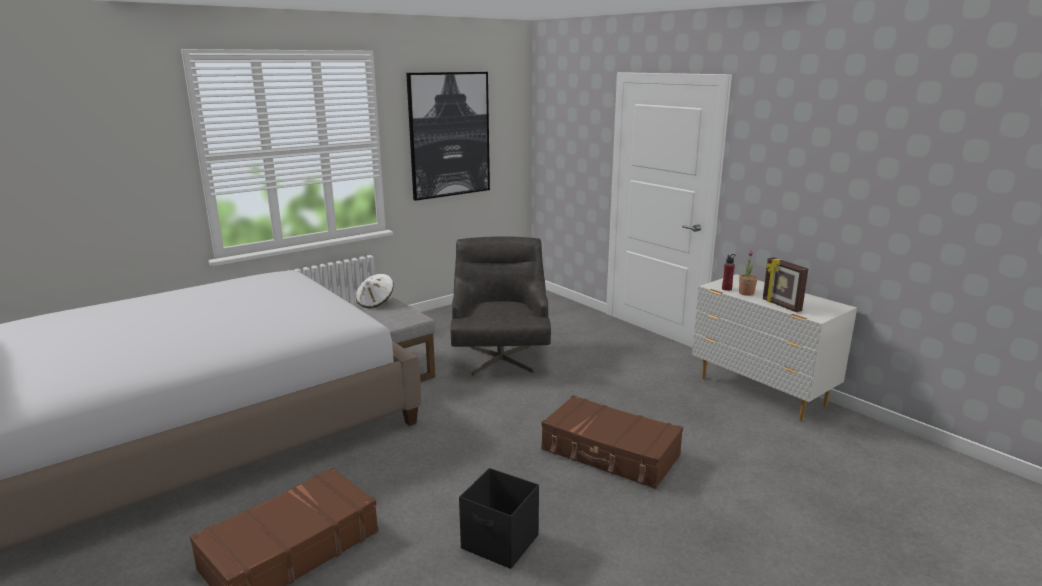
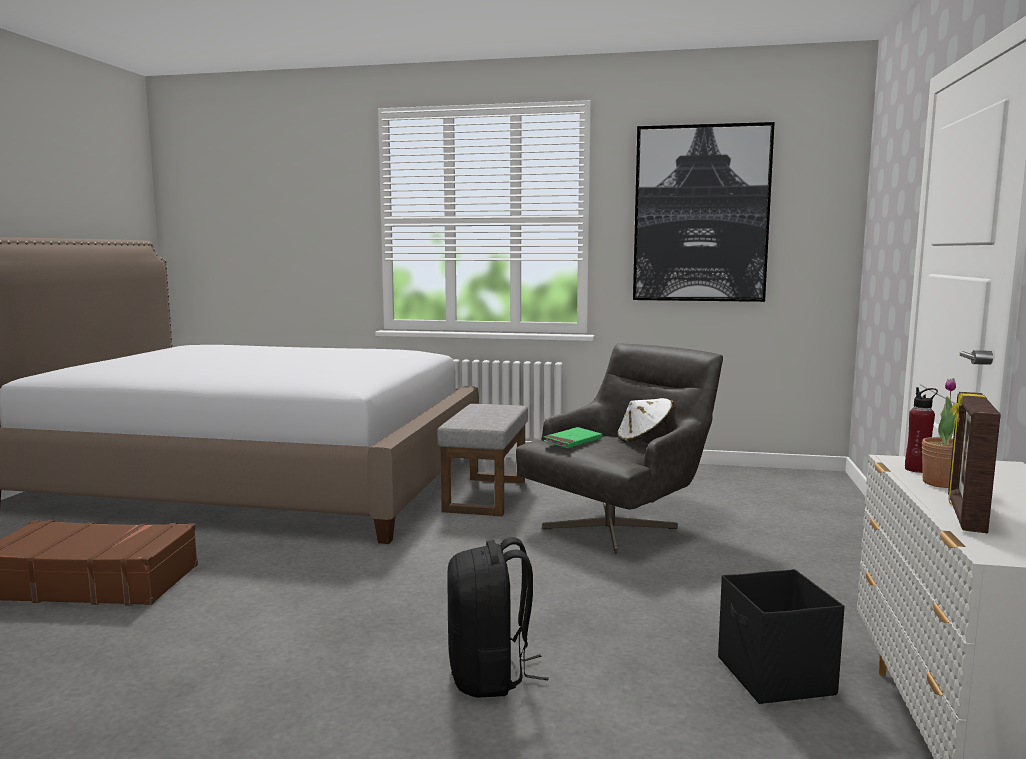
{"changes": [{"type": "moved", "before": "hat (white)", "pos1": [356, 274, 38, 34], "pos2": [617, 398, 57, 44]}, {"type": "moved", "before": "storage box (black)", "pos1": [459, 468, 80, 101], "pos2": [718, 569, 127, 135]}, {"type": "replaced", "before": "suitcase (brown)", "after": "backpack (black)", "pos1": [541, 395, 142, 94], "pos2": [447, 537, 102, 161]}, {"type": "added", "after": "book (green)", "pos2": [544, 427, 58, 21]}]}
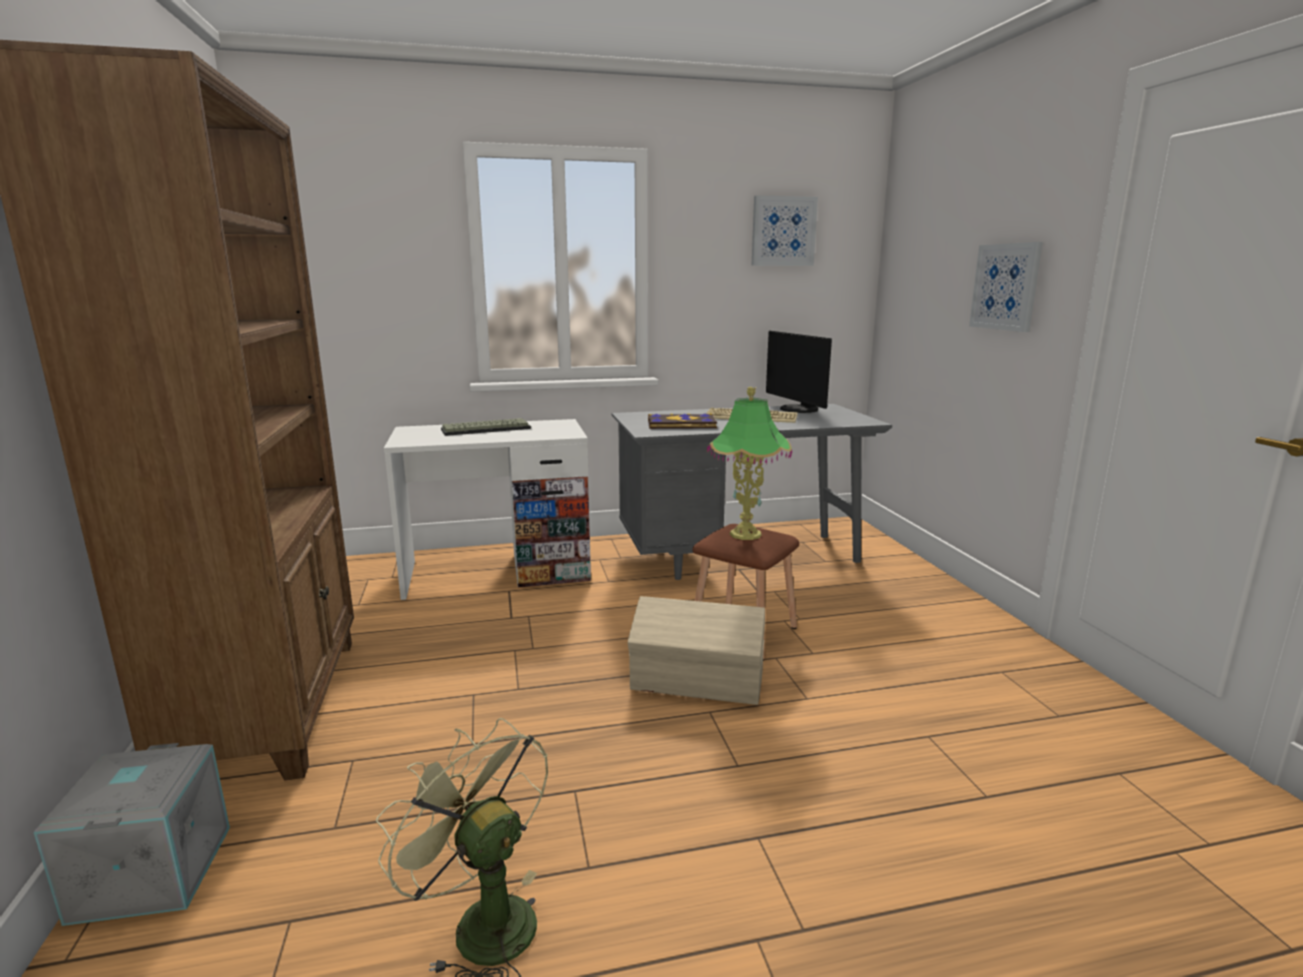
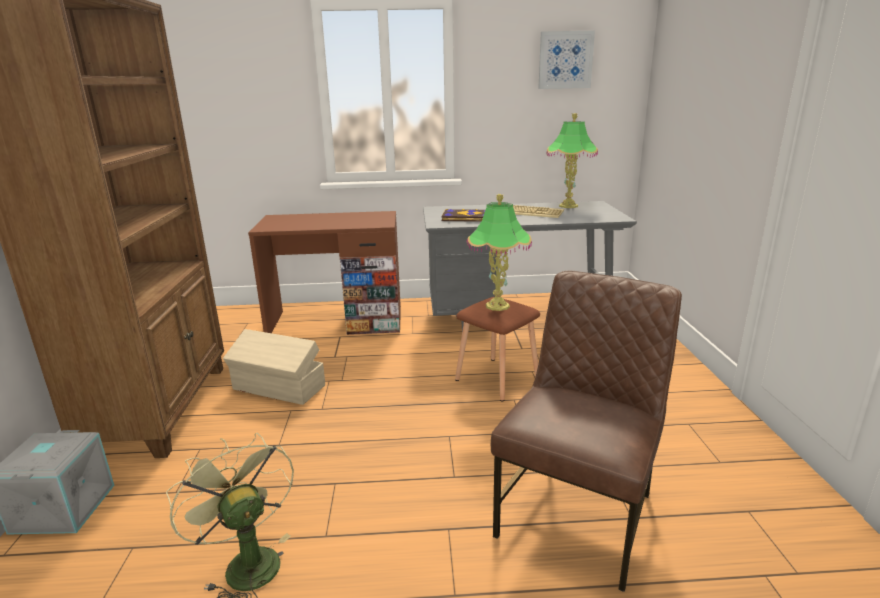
{"changes": [{"type": "recoloured", "before": "desk (white)", "after": "desk (brown)", "pos1": [384, 419, 207, 181], "pos2": [248, 211, 153, 124]}, {"type": "removed", "before": "keyboard", "pos1": [441, 418, 90, 18]}, {"type": "moved", "before": "storage box (beige)", "pos1": [628, 596, 137, 109], "pos2": [223, 329, 102, 76]}, {"type": "replaced", "before": "monitor", "after": "table lamp", "pos1": [766, 331, 66, 82], "pos2": [547, 113, 51, 95]}, {"type": "removed", "before": "picture", "pos1": [969, 242, 74, 90]}, {"type": "added", "after": "chair (brown)", "pos2": [491, 271, 191, 321]}]}
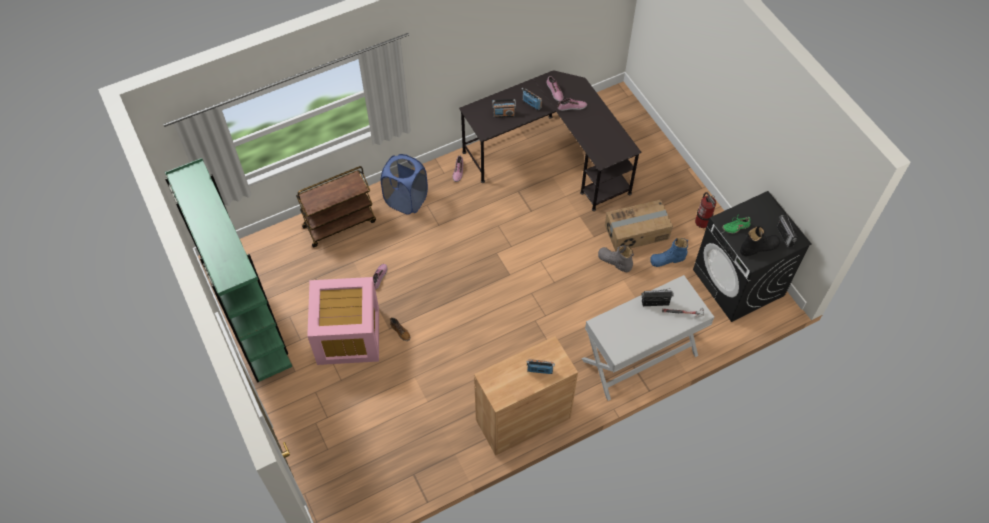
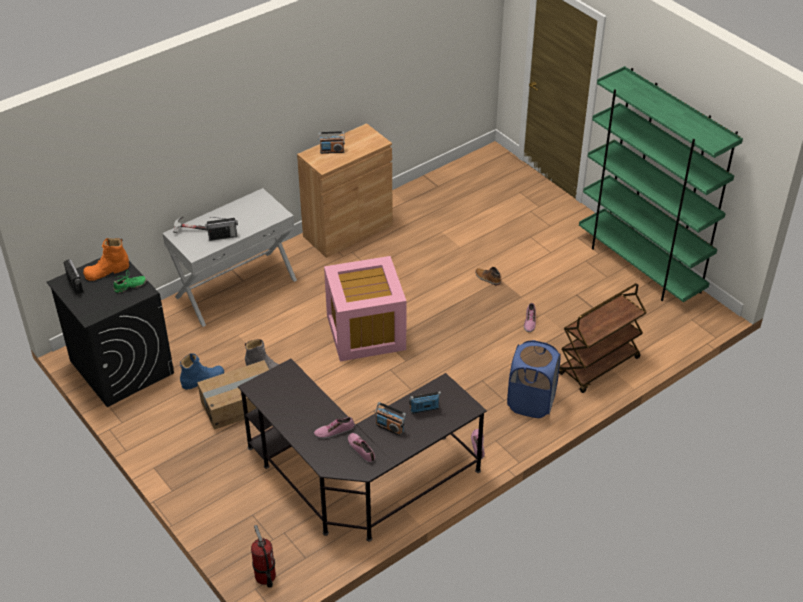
{"changes": [{"type": "moved", "before": "storage box (pink)", "pos1": [307, 277, 72, 88], "pos2": [324, 256, 82, 105]}, {"type": "moved", "before": "fire extinguisher", "pos1": [695, 192, 21, 36], "pos2": [251, 525, 25, 63]}, {"type": "recoloured", "before": "boot (black)", "after": "boot (orange)", "pos1": [740, 226, 40, 30], "pos2": [83, 238, 46, 43]}]}
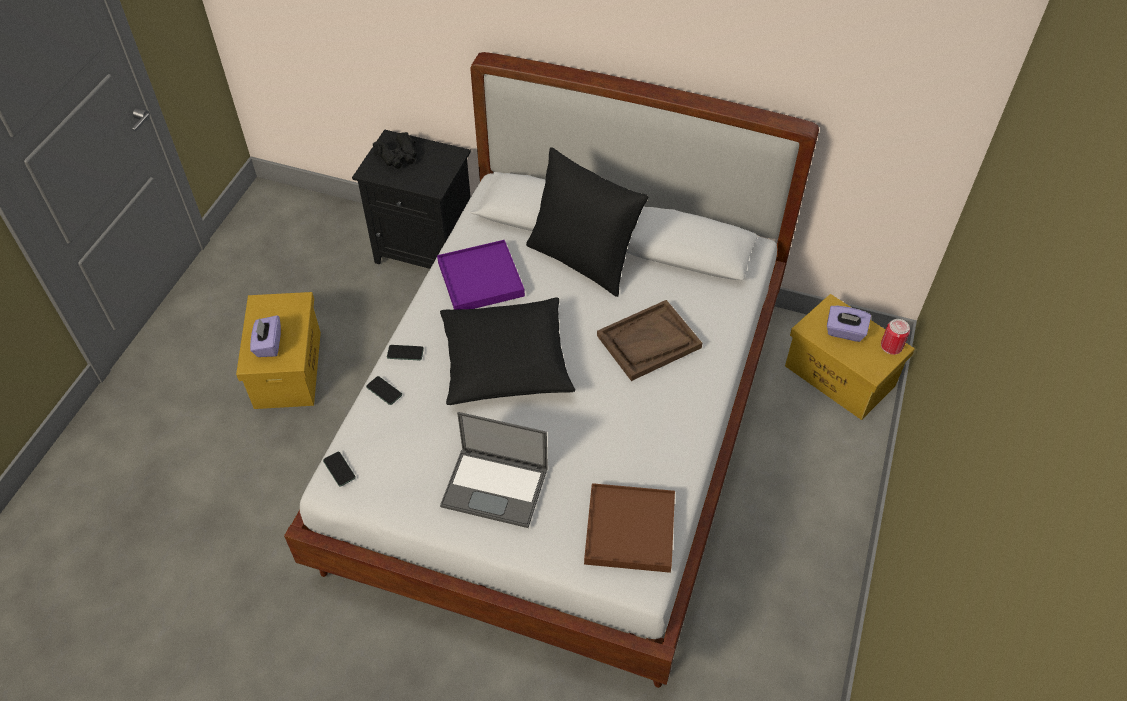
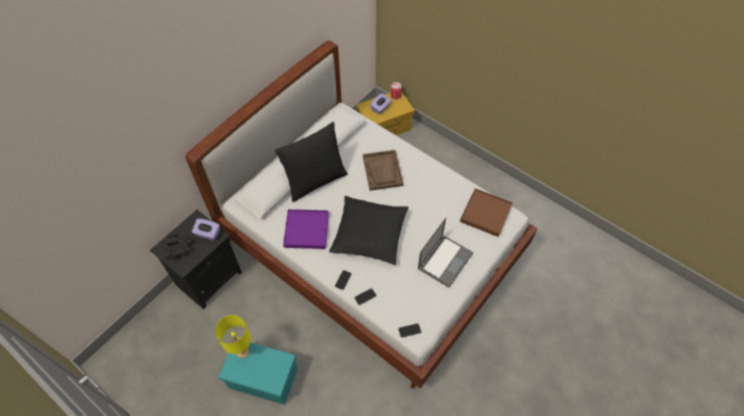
{"changes": [{"type": "recoloured", "before": "storage box (yellow)", "after": "storage box (turquoise)", "pos1": [236, 292, 85, 117], "pos2": [218, 342, 79, 63]}, {"type": "moved", "before": "tissue box (purple)", "pos1": [250, 315, 31, 42], "pos2": [192, 218, 28, 23]}, {"type": "added", "after": "table lamp (yellow)", "pos2": [215, 315, 36, 43]}]}
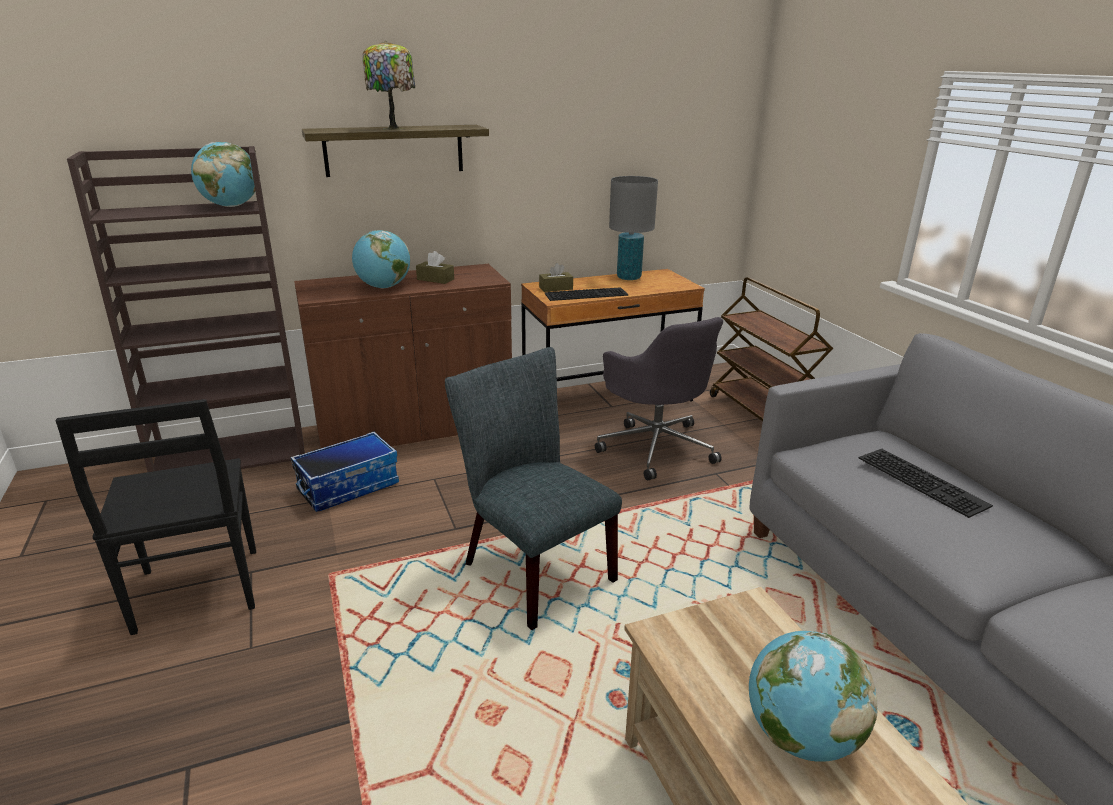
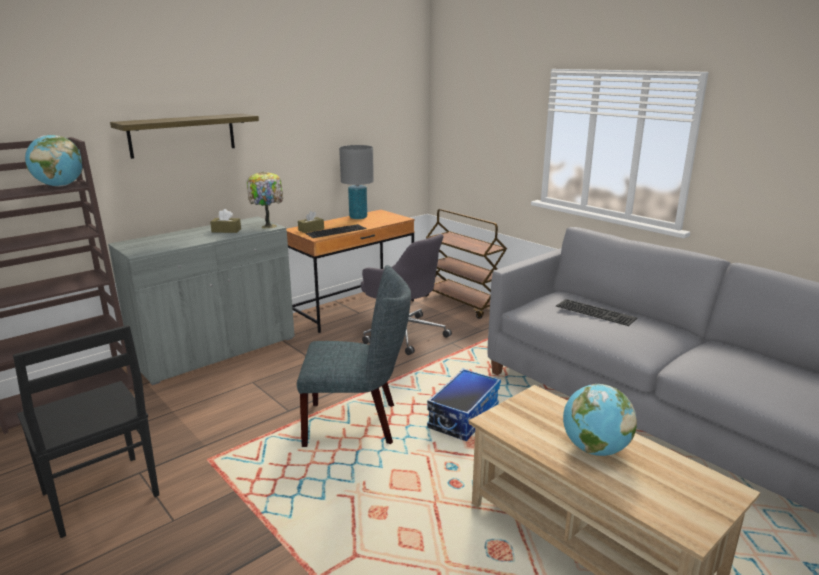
{"changes": [{"type": "moved", "before": "storage box", "pos1": [290, 431, 109, 81], "pos2": [427, 369, 74, 72]}, {"type": "recoloured", "before": "cabinet (brown)", "after": "cabinet (grey)", "pos1": [294, 264, 218, 184], "pos2": [108, 216, 187, 169]}, {"type": "removed", "before": "globe", "pos1": [352, 230, 58, 58]}, {"type": "moved", "before": "table lamp", "pos1": [362, 41, 53, 89], "pos2": [247, 172, 36, 56]}, {"type": "turned", "before": "chair (grey)", "pos1": [445, 347, 177, 283], "pos2": [297, 265, 114, 182], "turn": 150}]}
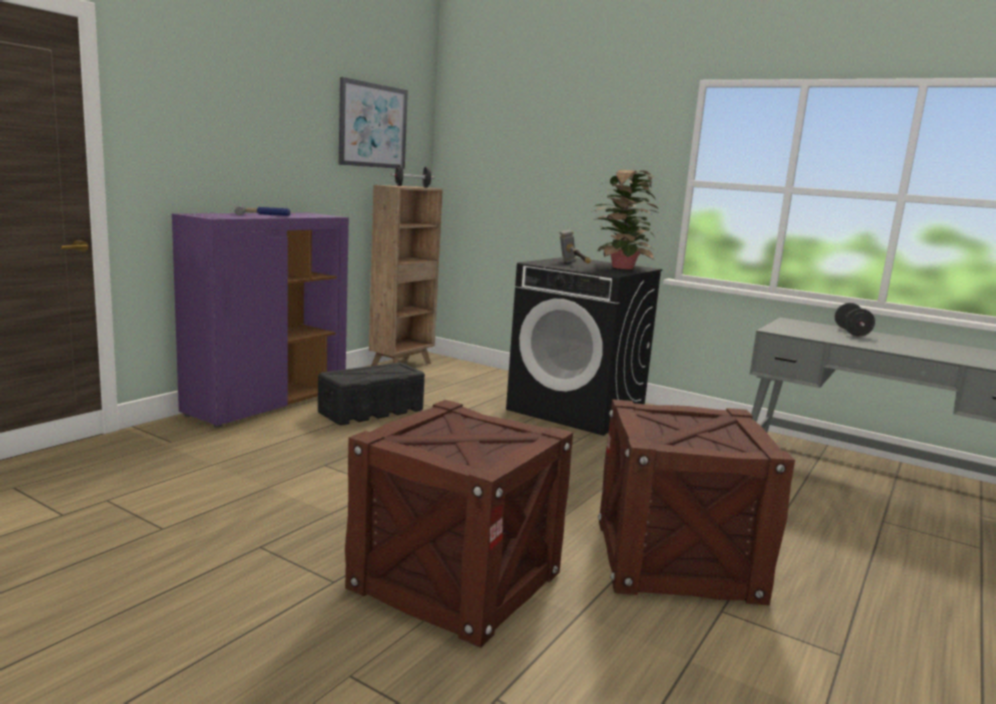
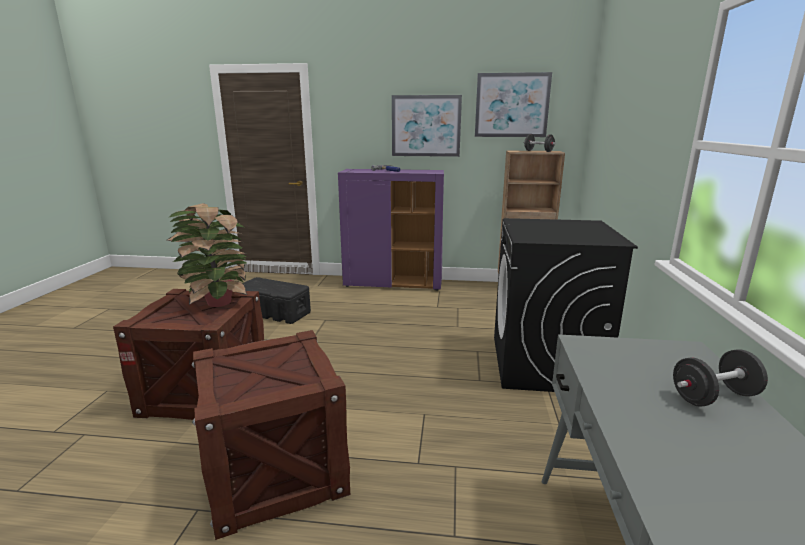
{"changes": [{"type": "moved", "before": "storage box (black)", "pos1": [318, 363, 107, 62], "pos2": [242, 277, 69, 47]}, {"type": "removed", "before": "hammer", "pos1": [559, 229, 32, 35]}, {"type": "moved", "before": "potted plant", "pos1": [594, 170, 65, 99], "pos2": [167, 203, 80, 104]}, {"type": "added", "after": "picture", "pos2": [392, 95, 70, 62]}]}
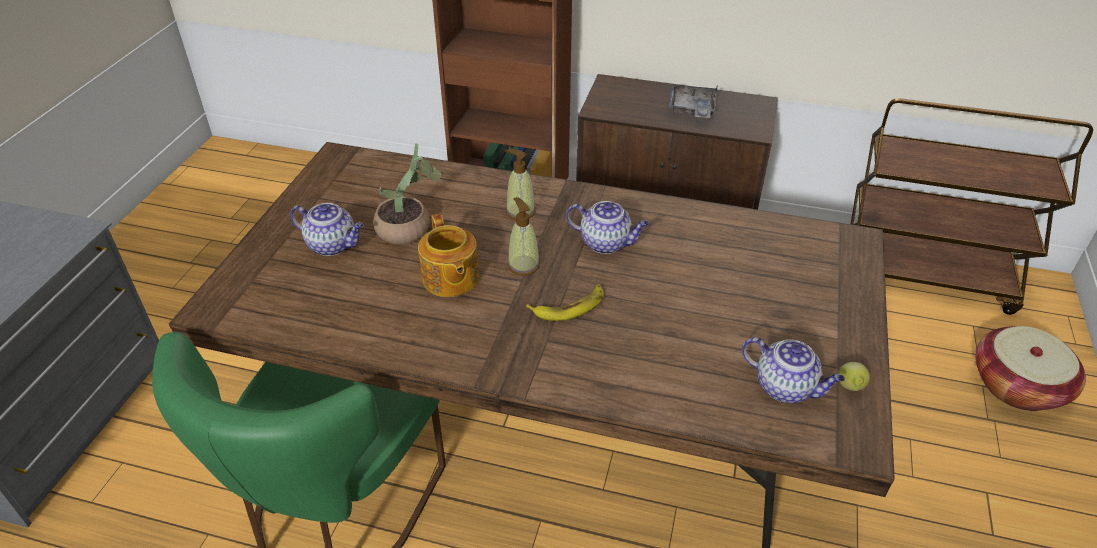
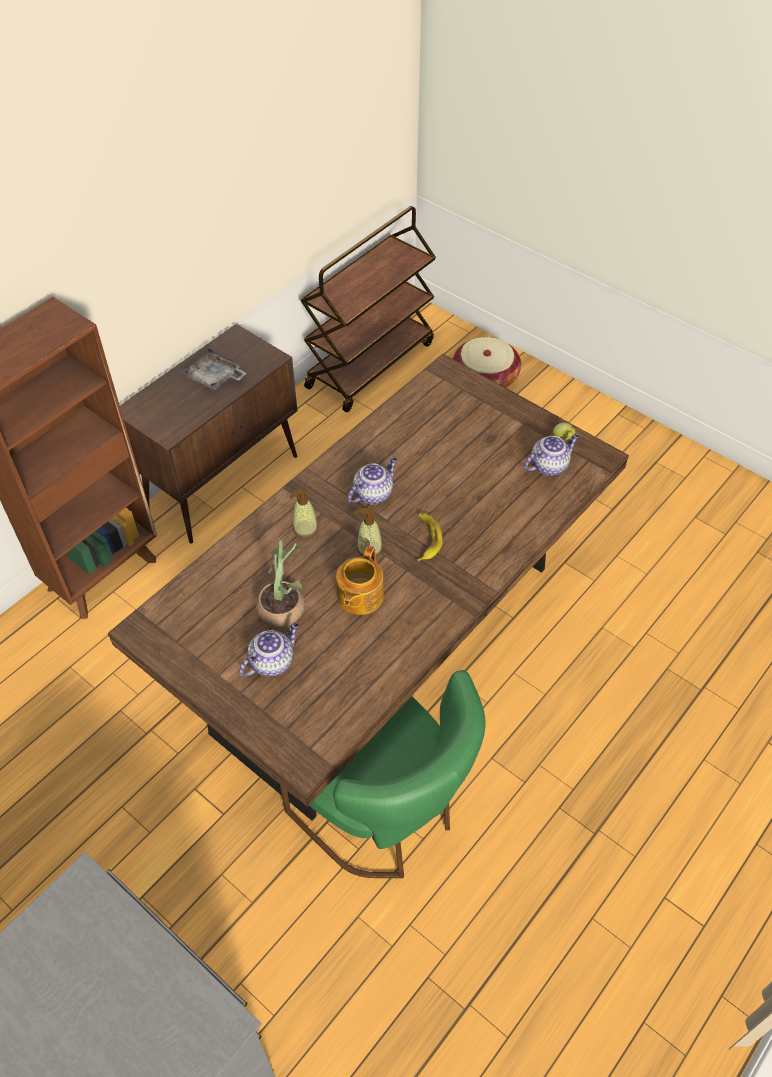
{"changes": [{"type": "turned", "before": "teapot", "pos1": [418, 214, 62, 83], "pos2": [336, 546, 48, 69], "turn": 105}]}
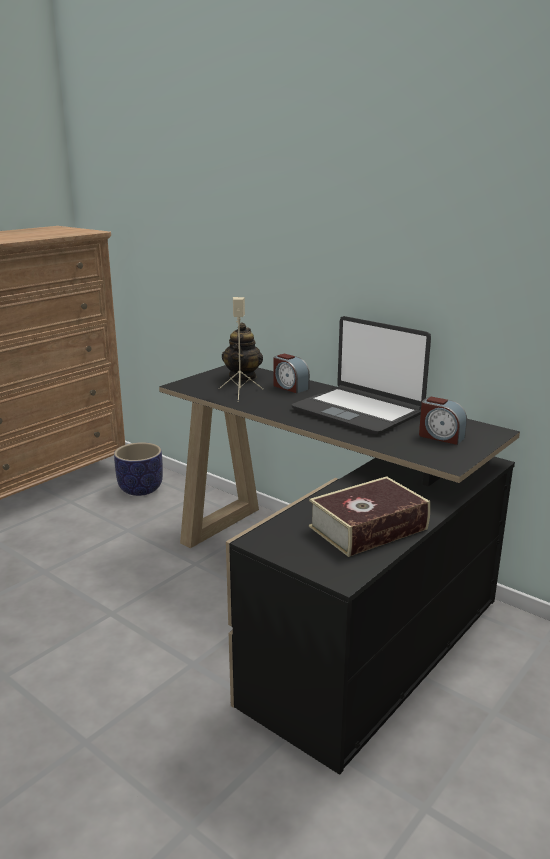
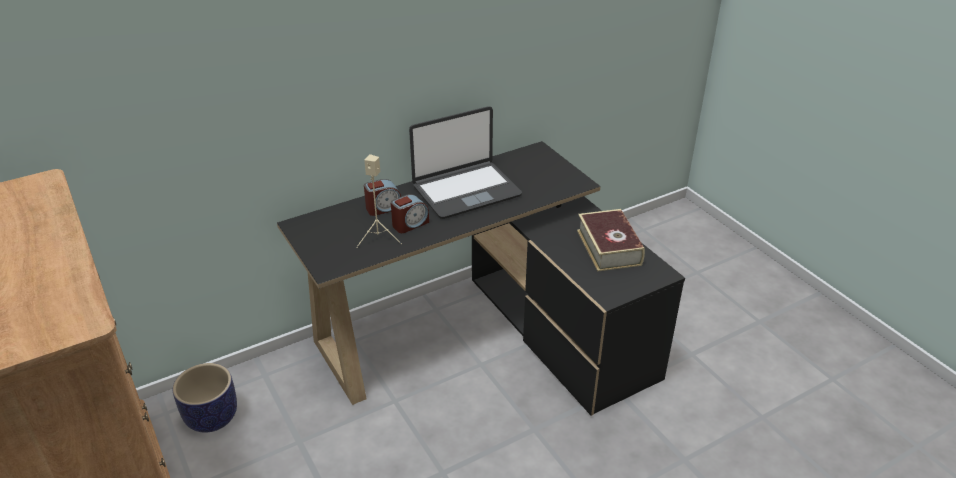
{"changes": [{"type": "removed", "before": "teapot", "pos1": [222, 322, 41, 59]}, {"type": "moved", "before": "alarm clock", "pos1": [419, 397, 48, 48], "pos2": [391, 194, 38, 39]}]}
